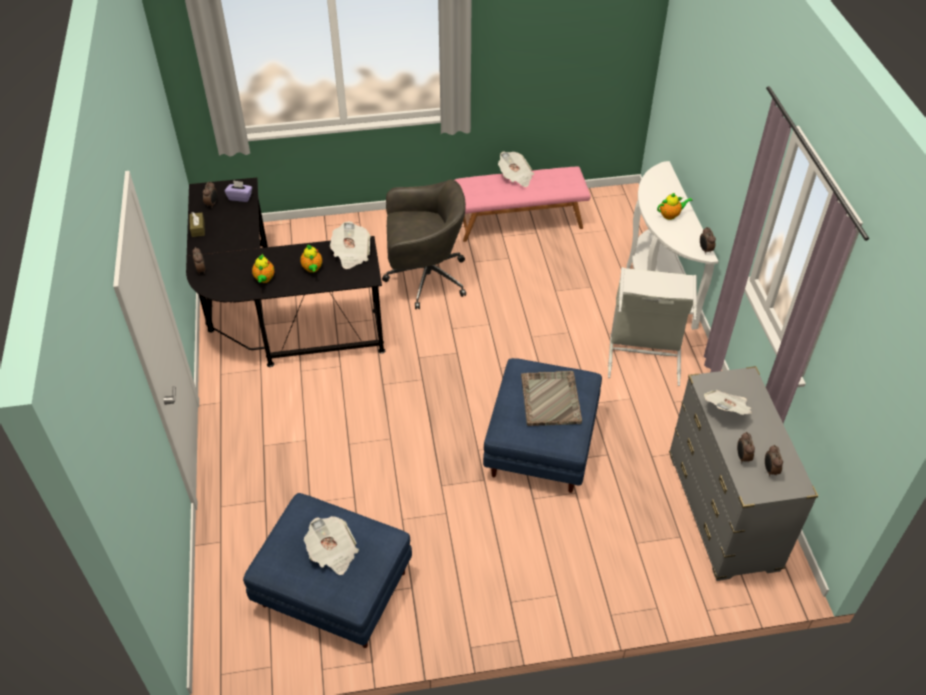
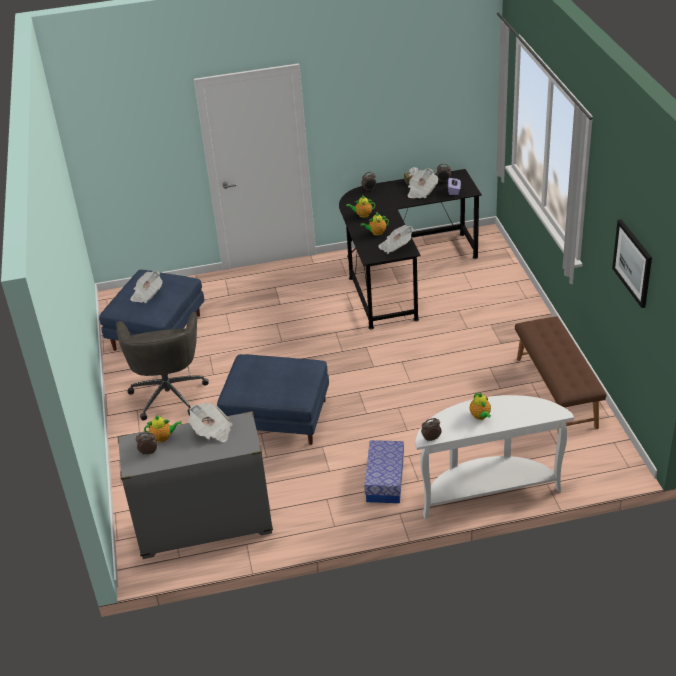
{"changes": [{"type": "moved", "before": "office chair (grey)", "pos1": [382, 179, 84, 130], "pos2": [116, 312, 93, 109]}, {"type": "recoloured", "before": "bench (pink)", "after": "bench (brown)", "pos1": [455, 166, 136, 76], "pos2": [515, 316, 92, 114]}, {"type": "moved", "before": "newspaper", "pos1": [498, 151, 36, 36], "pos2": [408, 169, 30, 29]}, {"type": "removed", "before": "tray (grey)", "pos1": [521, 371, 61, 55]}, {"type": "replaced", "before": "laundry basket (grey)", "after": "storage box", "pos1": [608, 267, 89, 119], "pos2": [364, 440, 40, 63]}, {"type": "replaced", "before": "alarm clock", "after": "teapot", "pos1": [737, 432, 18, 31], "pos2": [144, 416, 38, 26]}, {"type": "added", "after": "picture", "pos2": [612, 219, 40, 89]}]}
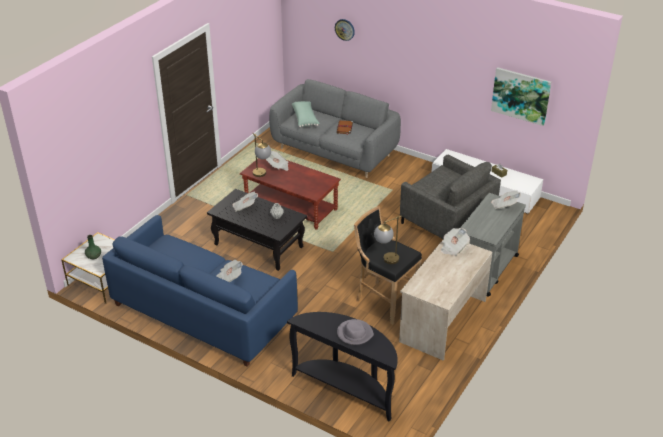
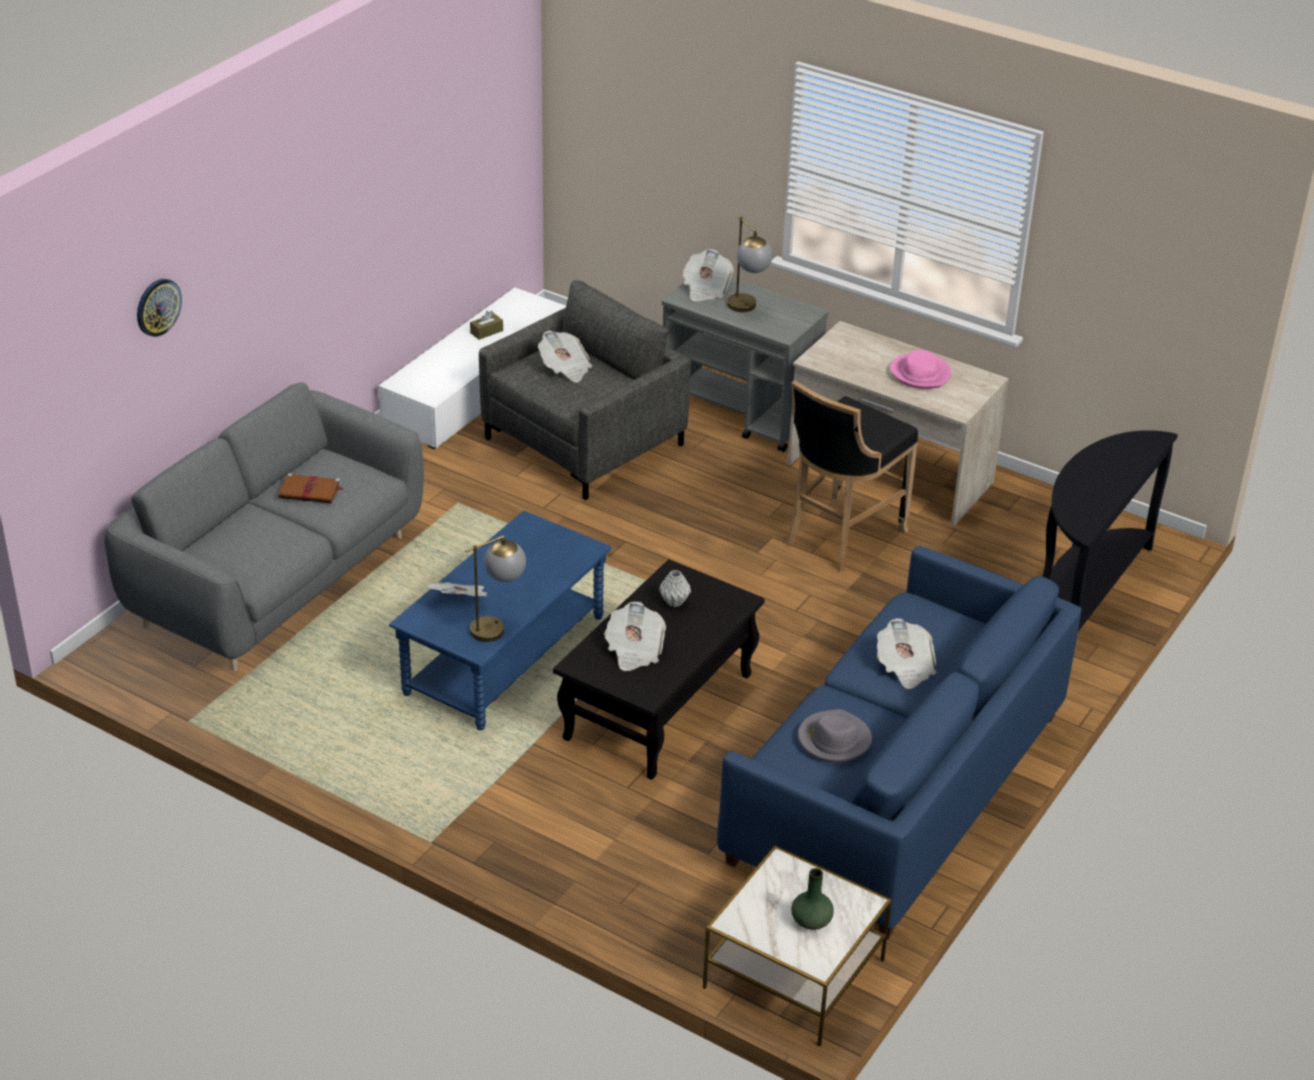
{"changes": [{"type": "recoloured", "before": "coffee table (brown)", "after": "coffee table (blue)", "pos1": [240, 158, 101, 72], "pos2": [389, 511, 223, 219]}, {"type": "removed", "before": "pillow (green)", "pos1": [292, 101, 28, 26]}, {"type": "moved", "before": "hat (grey)", "pos1": [337, 319, 37, 26], "pos2": [798, 709, 74, 53]}, {"type": "moved", "before": "table lamp", "pos1": [374, 216, 28, 48], "pos2": [727, 214, 46, 98]}, {"type": "moved", "before": "newspaper", "pos1": [440, 228, 30, 28], "pos2": [538, 330, 54, 52]}, {"type": "removed", "before": "picture", "pos1": [491, 67, 60, 59]}, {"type": "added", "after": "hat (pink)", "pos2": [890, 350, 61, 39]}]}
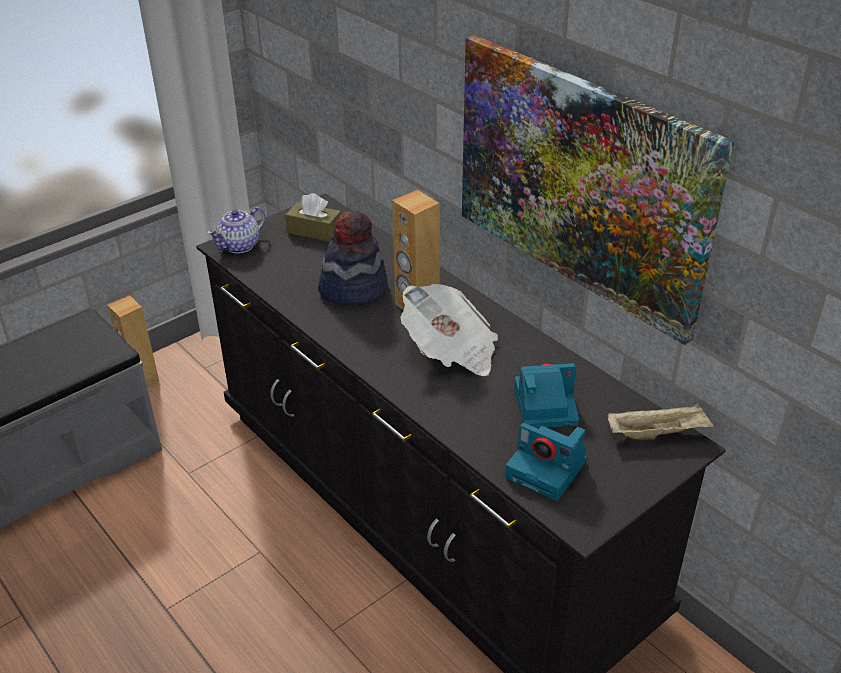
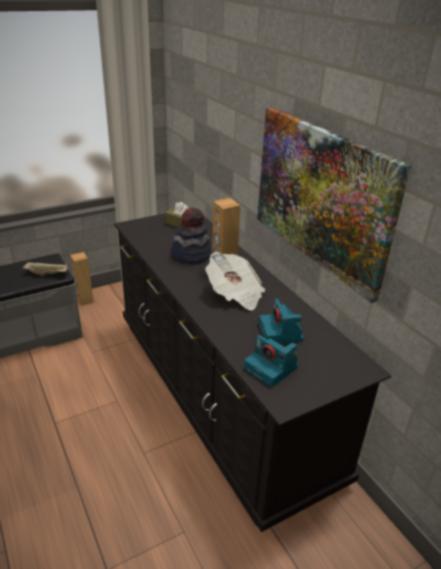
{"changes": [{"type": "removed", "before": "teapot", "pos1": [207, 207, 58, 46]}, {"type": "turned", "before": "photo camera", "pos1": [514, 363, 65, 65], "pos2": [259, 299, 45, 44], "turn": -105}, {"type": "moved", "before": "tray (beige)", "pos1": [608, 403, 106, 37], "pos2": [23, 262, 45, 13]}]}
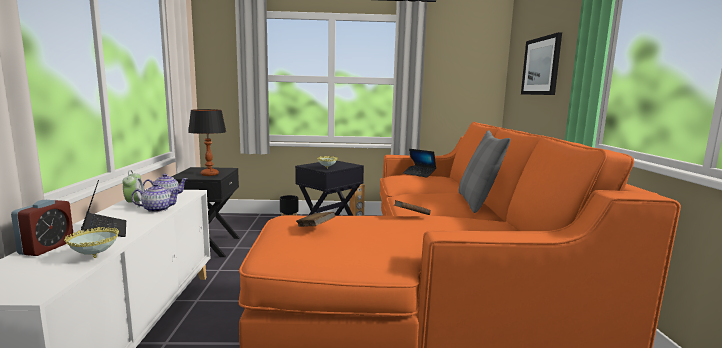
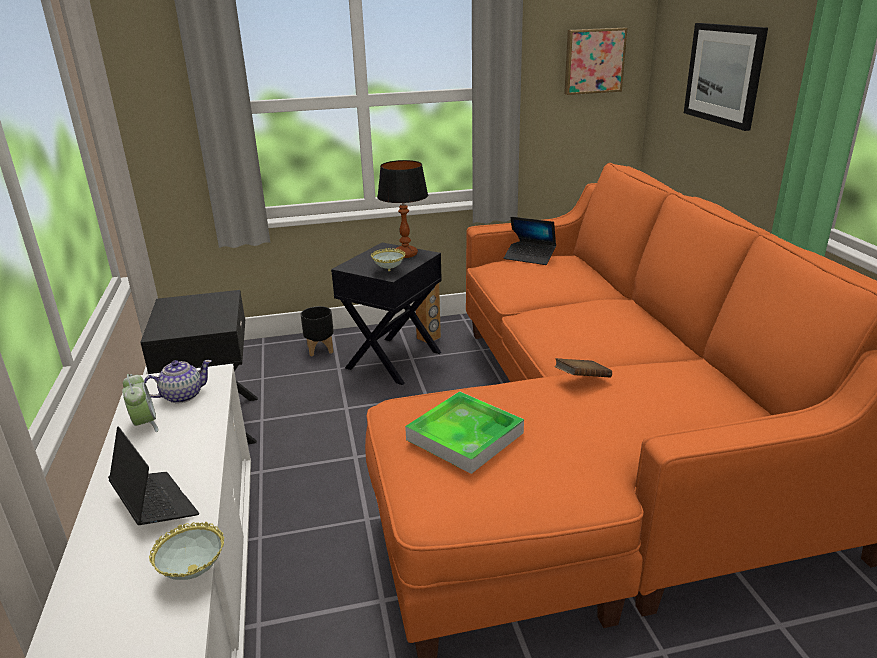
{"changes": [{"type": "removed", "before": "alarm clock", "pos1": [11, 200, 62, 56]}, {"type": "removed", "before": "teapot", "pos1": [131, 183, 50, 29]}, {"type": "moved", "before": "table lamp", "pos1": [188, 109, 38, 67], "pos2": [377, 160, 51, 98]}, {"type": "replaced", "before": "book (brown)", "after": "tray", "pos1": [296, 212, 40, 15], "pos2": [405, 391, 119, 83]}, {"type": "removed", "before": "pillow (grey)", "pos1": [459, 130, 52, 83]}, {"type": "added", "after": "picture", "pos2": [564, 28, 64, 67]}]}
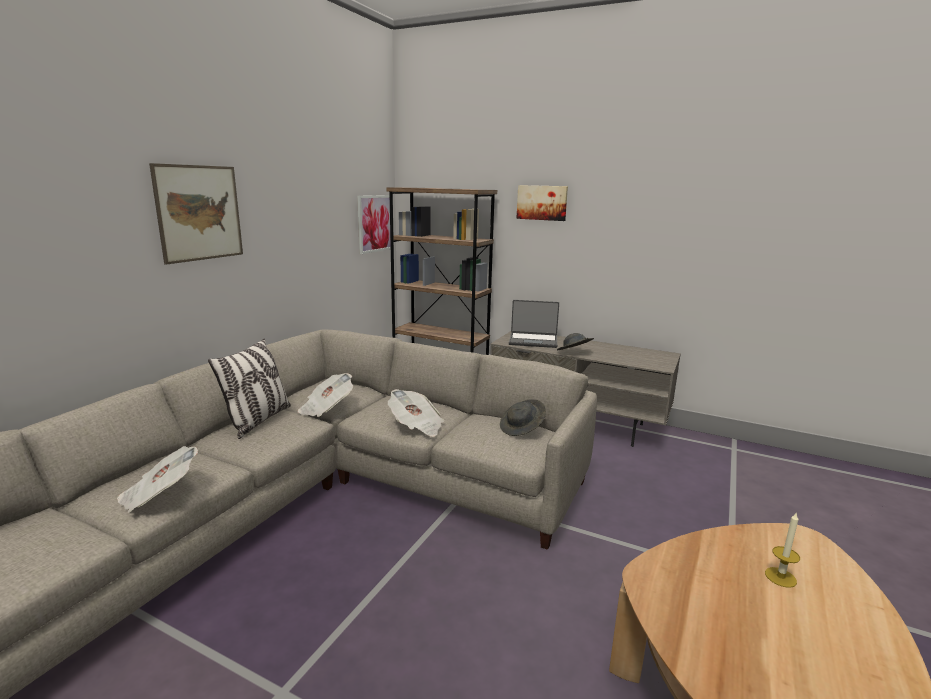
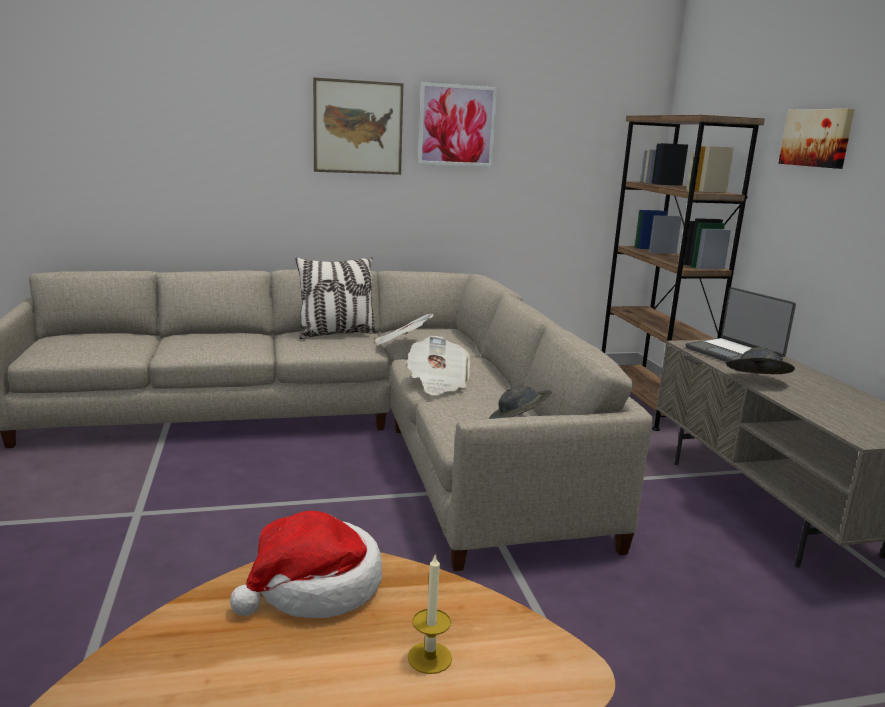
{"changes": [{"type": "removed", "before": "newspaper", "pos1": [117, 446, 81, 67]}, {"type": "moved", "before": "picture", "pos1": [357, 195, 34, 59], "pos2": [418, 82, 79, 85]}, {"type": "added", "after": "hat", "pos2": [230, 511, 152, 107]}]}
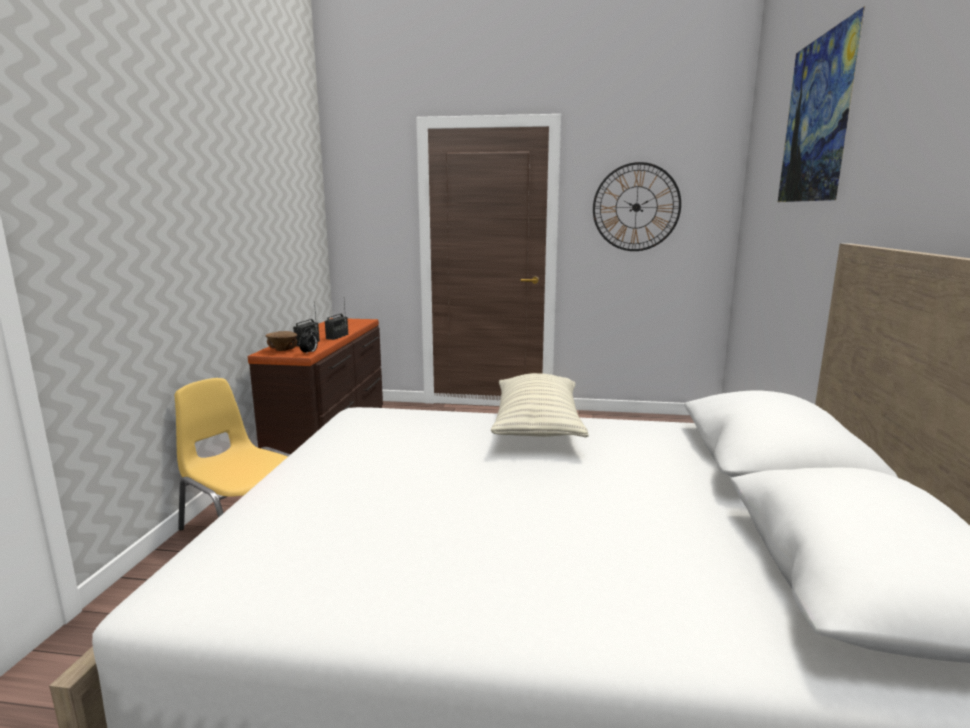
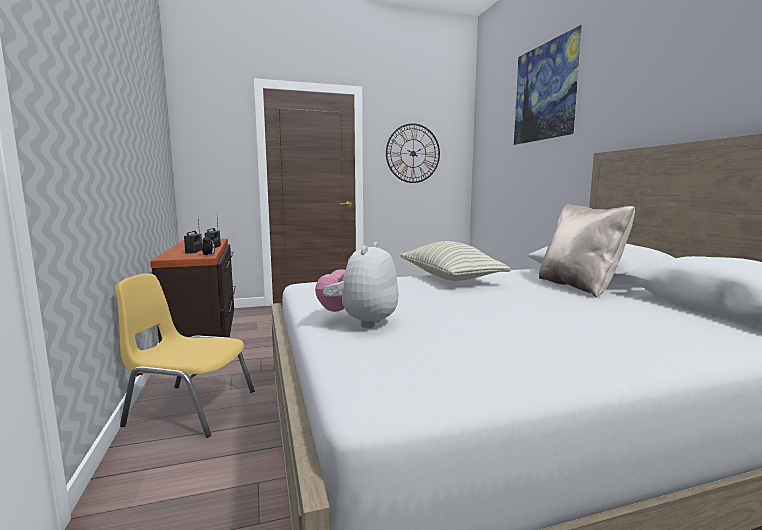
{"changes": [{"type": "removed", "before": "bowl (brown)", "pos1": [265, 331, 32, 20]}, {"type": "added", "after": "plush toy", "pos2": [315, 242, 84, 86]}, {"type": "added", "after": "pillow (beige)", "pos2": [539, 203, 96, 94]}]}
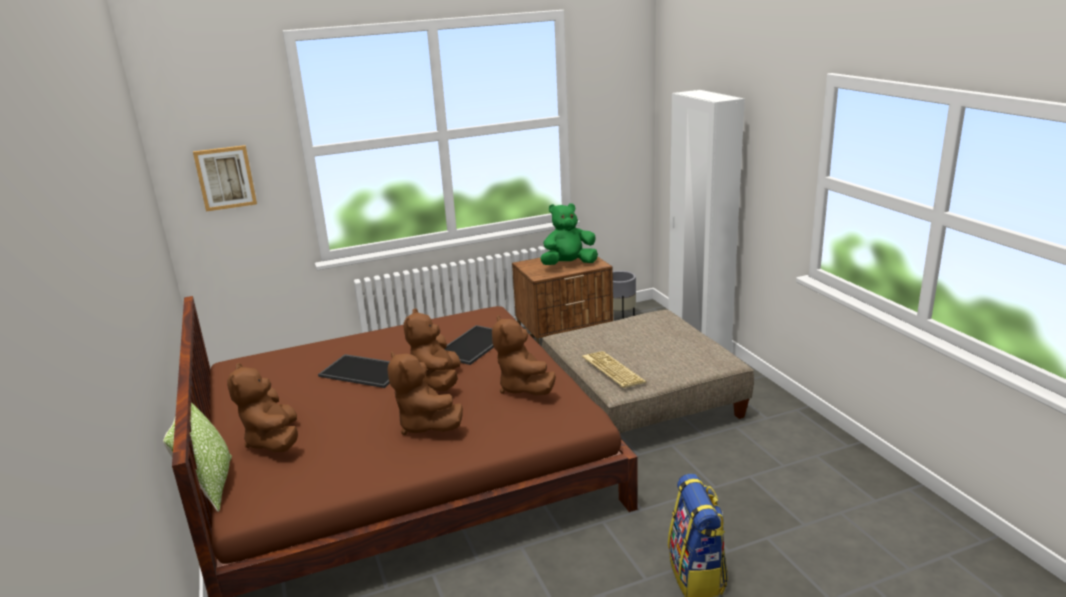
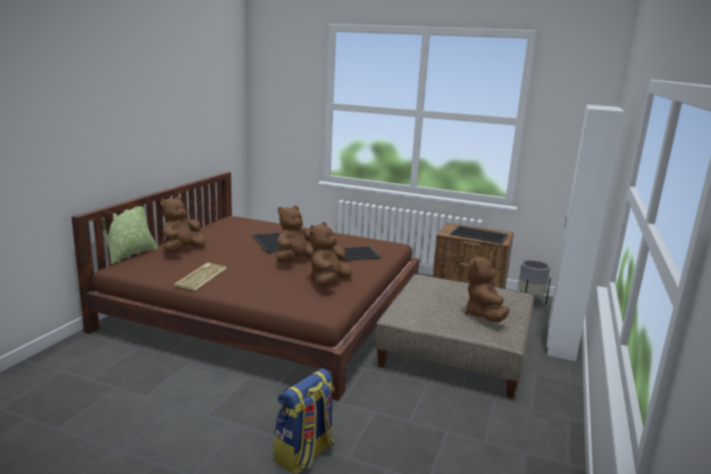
{"changes": [{"type": "removed", "before": "picture", "pos1": [193, 145, 64, 67]}, {"type": "moved", "before": "plush toy (brown)", "pos1": [387, 351, 76, 84], "pos2": [465, 254, 44, 68]}, {"type": "replaced", "before": "plush toy (green)", "after": "tray", "pos1": [540, 203, 58, 62], "pos2": [450, 226, 58, 18]}, {"type": "moved", "before": "keyboard", "pos1": [582, 351, 65, 37], "pos2": [174, 263, 53, 28]}]}
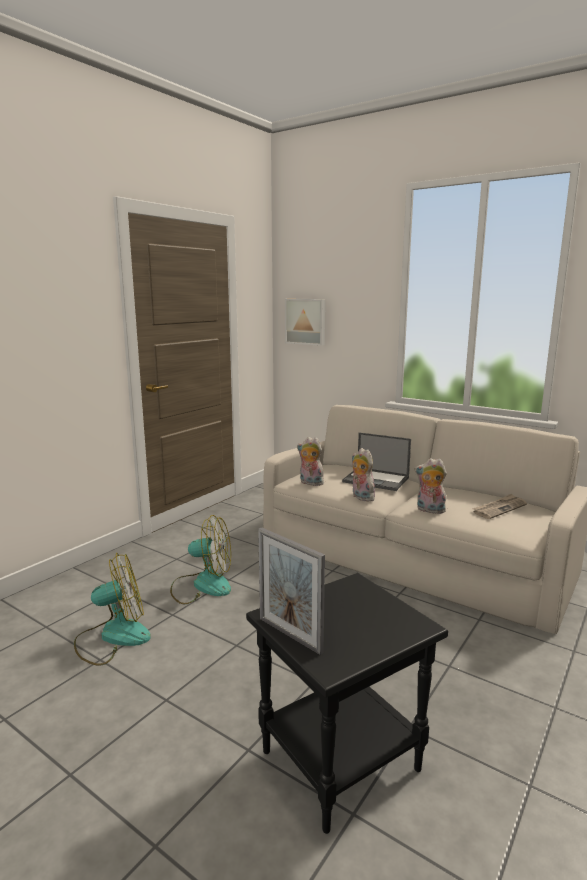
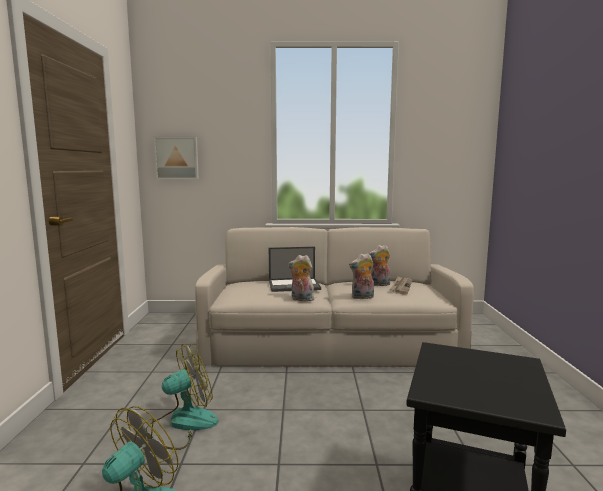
{"changes": [{"type": "removed", "before": "picture frame", "pos1": [258, 527, 67, 128]}, {"type": "moved", "before": "plush toy", "pos1": [297, 437, 27, 49], "pos2": [368, 245, 22, 41]}]}
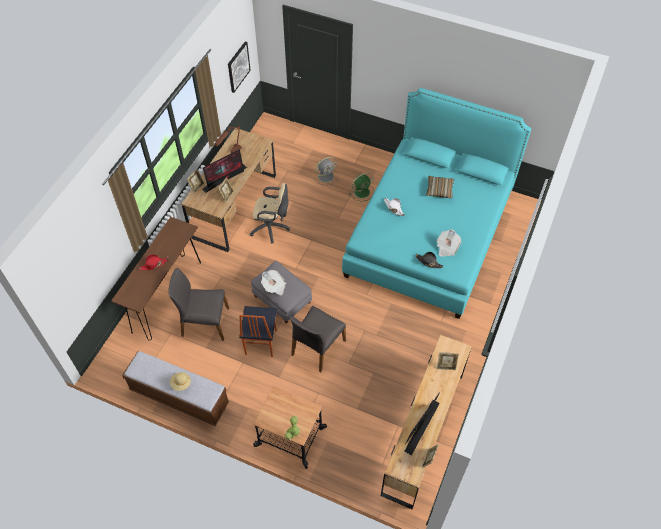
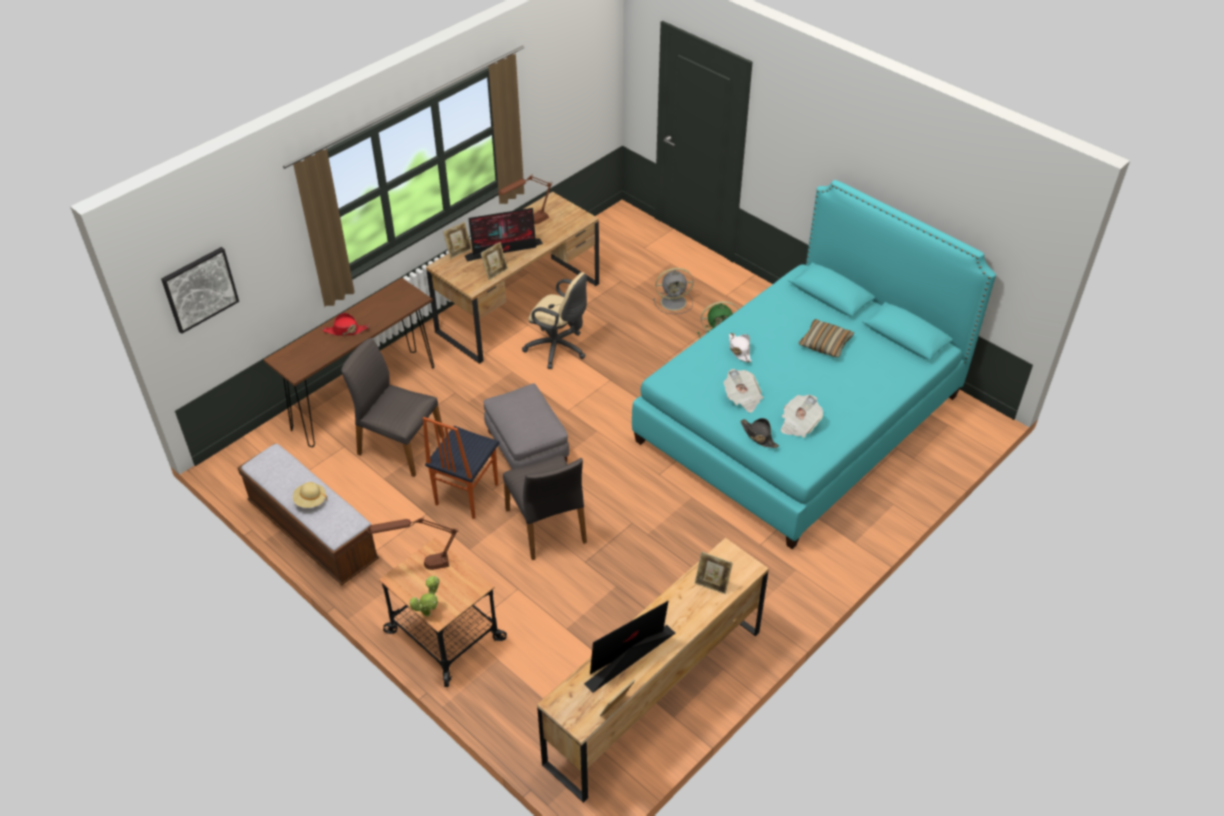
{"changes": [{"type": "moved", "before": "picture", "pos1": [228, 41, 22, 52], "pos2": [161, 247, 78, 87]}, {"type": "moved", "before": "newspaper", "pos1": [261, 270, 25, 26], "pos2": [724, 369, 40, 43]}, {"type": "turned", "before": "chair (grey)", "pos1": [290, 306, 56, 66], "pos2": [503, 455, 84, 105], "turn": -75}, {"type": "added", "after": "table lamp (brown)", "pos2": [367, 517, 92, 53]}]}
